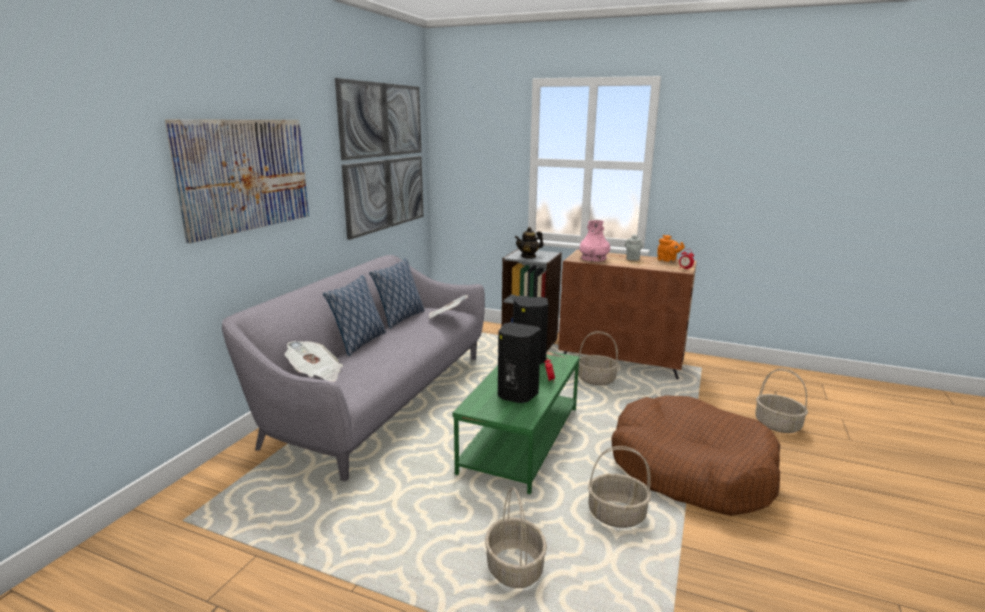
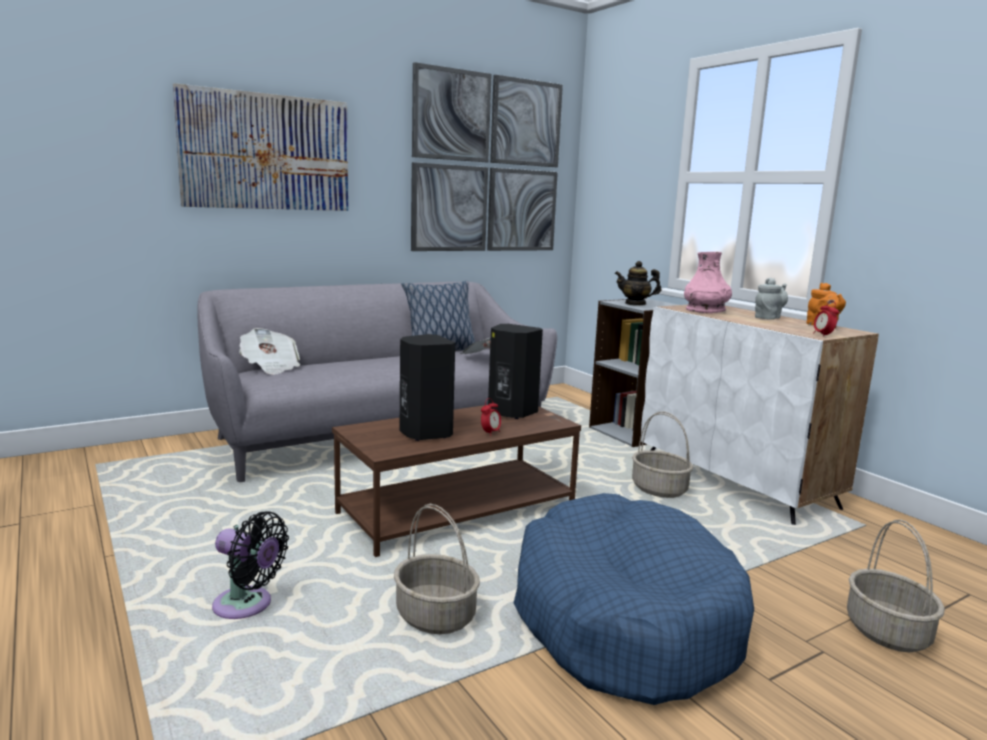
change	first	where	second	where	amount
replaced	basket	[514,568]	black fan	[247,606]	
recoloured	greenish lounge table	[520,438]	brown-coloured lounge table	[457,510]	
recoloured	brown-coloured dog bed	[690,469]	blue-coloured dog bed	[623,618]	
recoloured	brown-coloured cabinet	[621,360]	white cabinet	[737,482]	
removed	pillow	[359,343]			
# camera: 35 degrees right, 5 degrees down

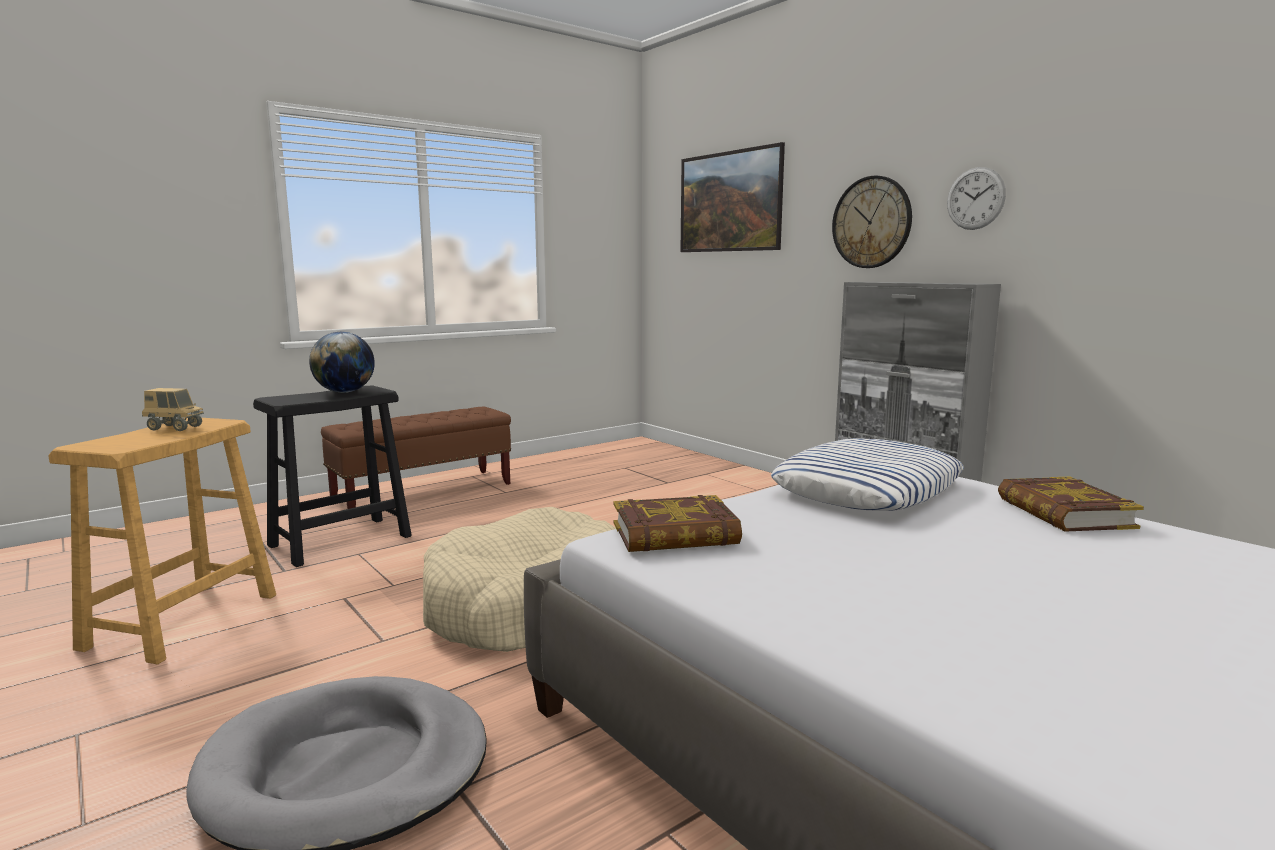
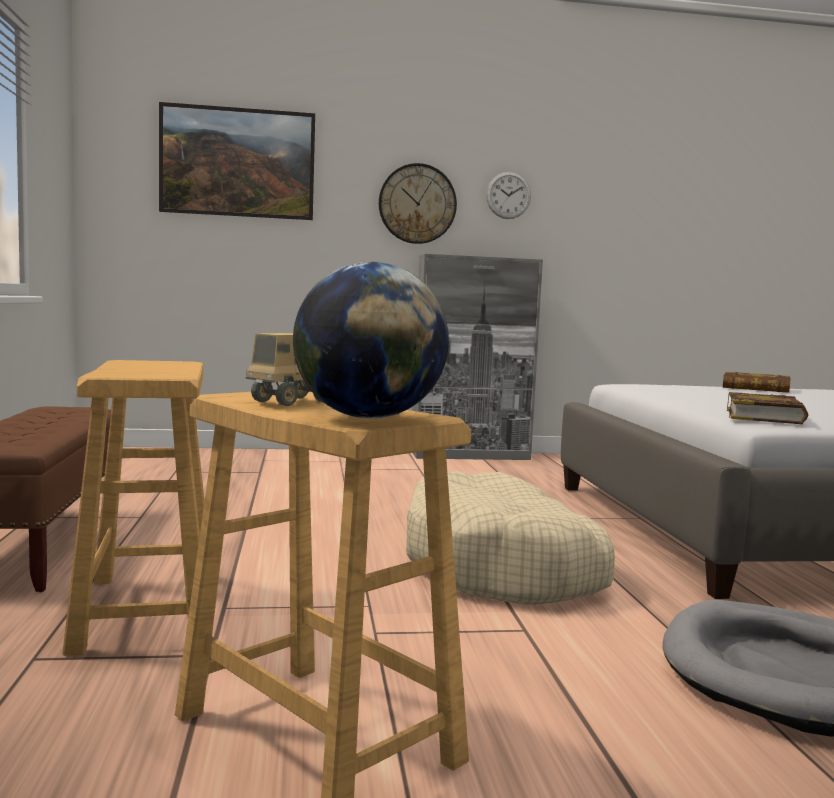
change	first	where	second	where	amount
recoloured	black stool seat	[341,541]	sand-coloured stool seat	[147,610]	
moved	world globe	[345,392]		[368,417]	
removed	pillow	[867,489]			
# camera: 60 degrees left, 5 degrees down

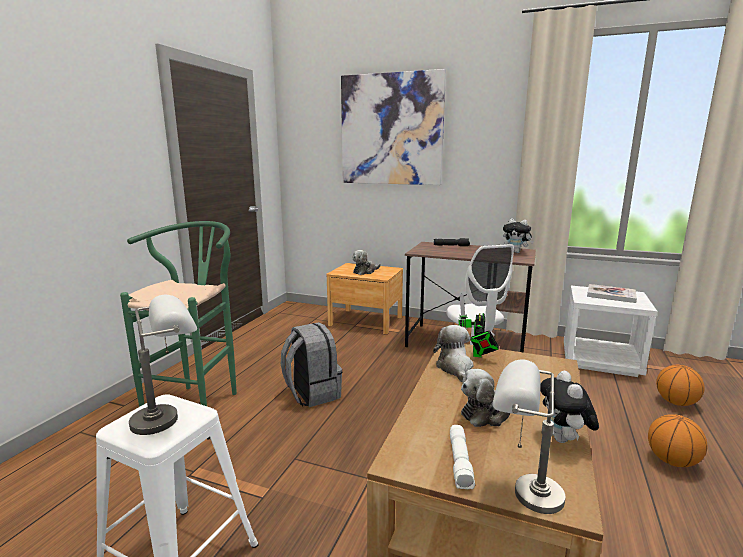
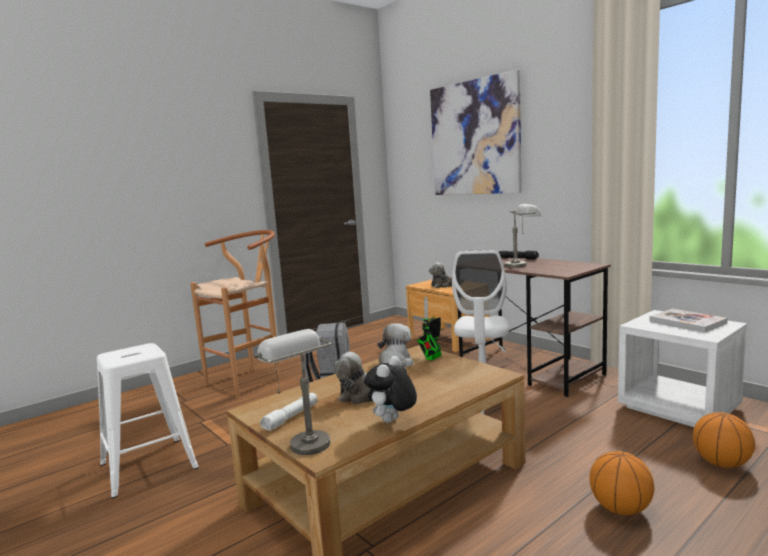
change	first	where	second	where	amount
recoloured	greenish stool seat	[199,402]	brown-coloured stool seat	[250,380]	
moved	gray table lamp	[171,416]		[523,265]	
removed	cuddly toy	[516,252]			
# camera: 30 degrees right, 5 degrees down

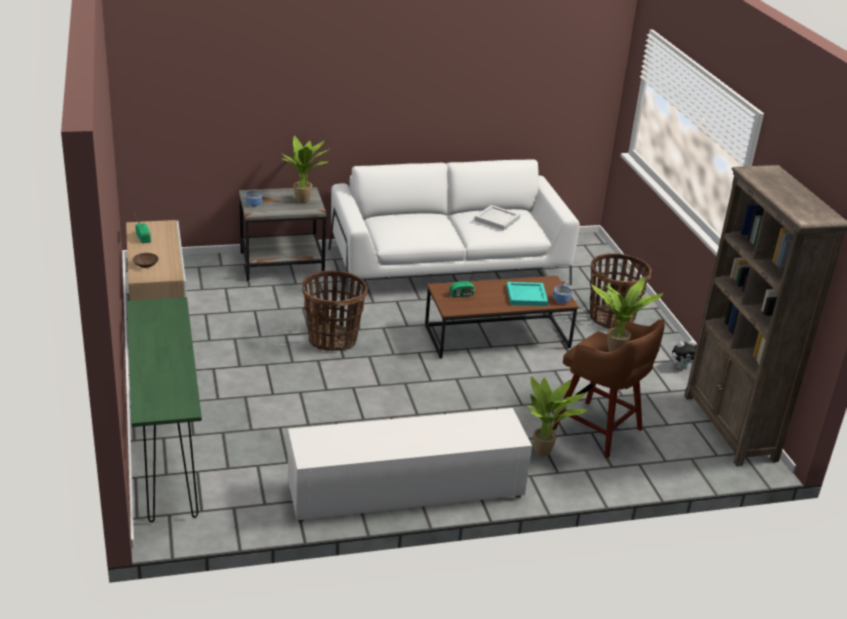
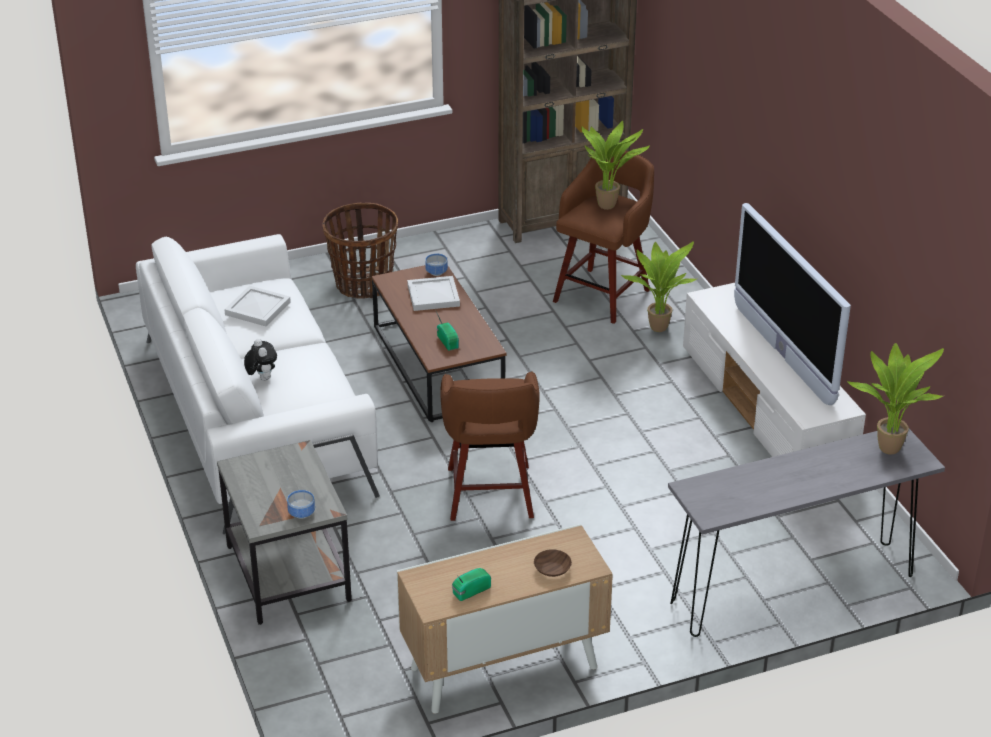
change	first	where	second	where	amount
moved	cuddly toy	[681,367]		[262,378]	
recoloured	turquoise-coloured tray	[527,296]	white tray	[434,295]	
replaced	basket	[333,339]	brown-coloured stool seat	[489,495]	
recoloured	greenish console table	[168,454]	gray console table	[792,589]	
added			TV	[782,354]	
moved	houseplant	[305,201]		[888,446]	
# camera: 95 degrees left, 5 degrees up

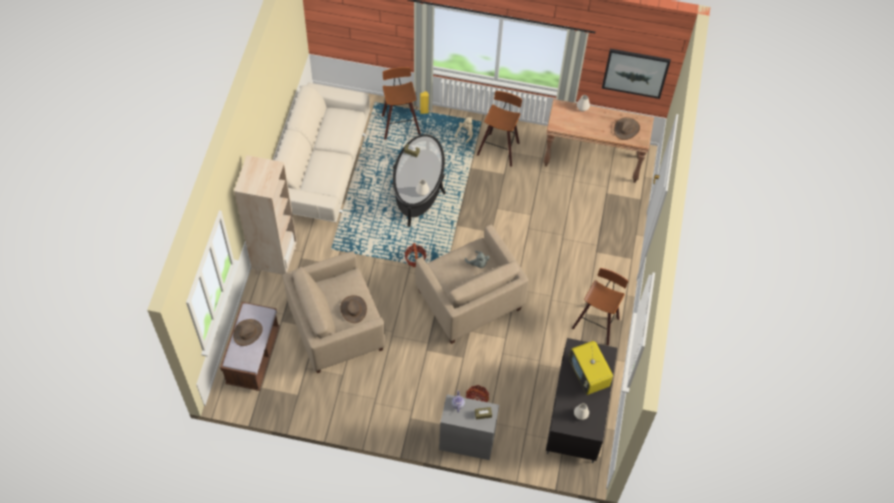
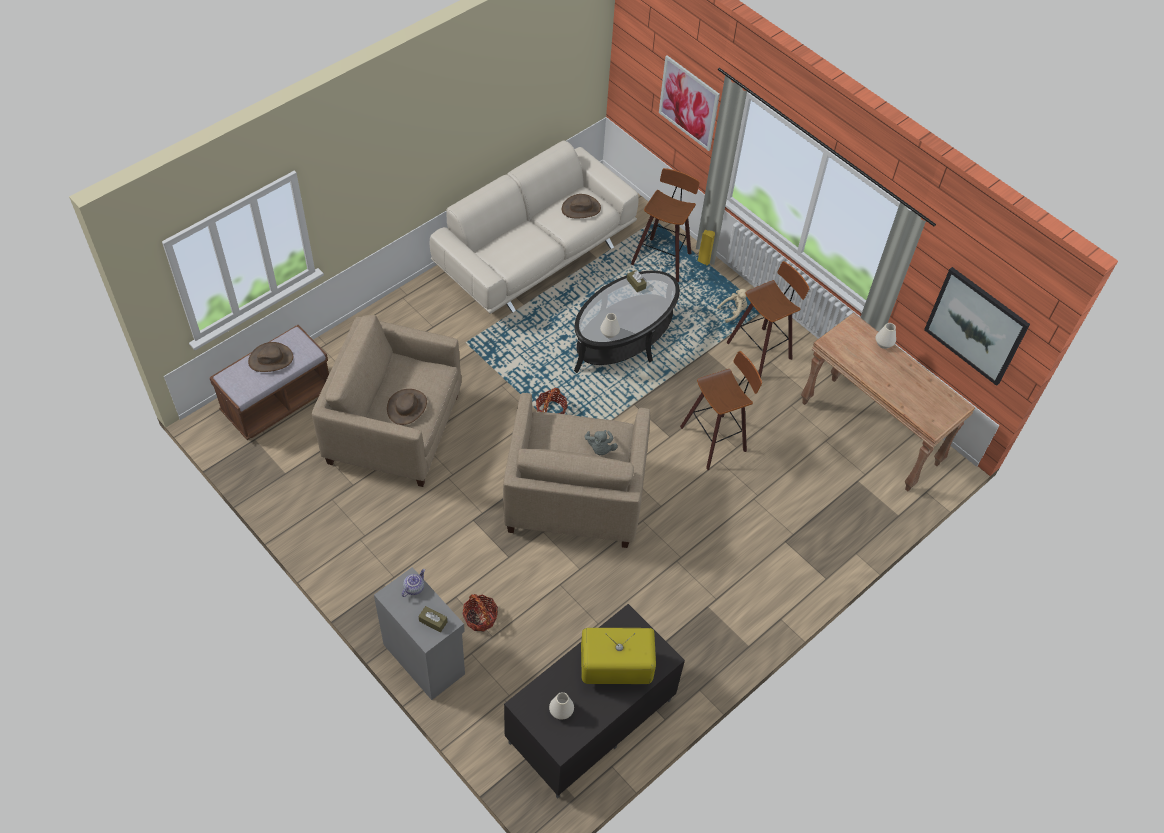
change	first	where	second	where	amount
moved	brown-coloured clothing hat	[626,129]		[581,208]	
turned	TV	[588,375]		[615,669]	75 degrees clockwise
added			wall art	[688,103]	
moved	stool seat	[597,322]		[715,439]	
removed	sand-coloured bookcase	[275,260]			
# camera: 35 degrees right, 5 degrees down

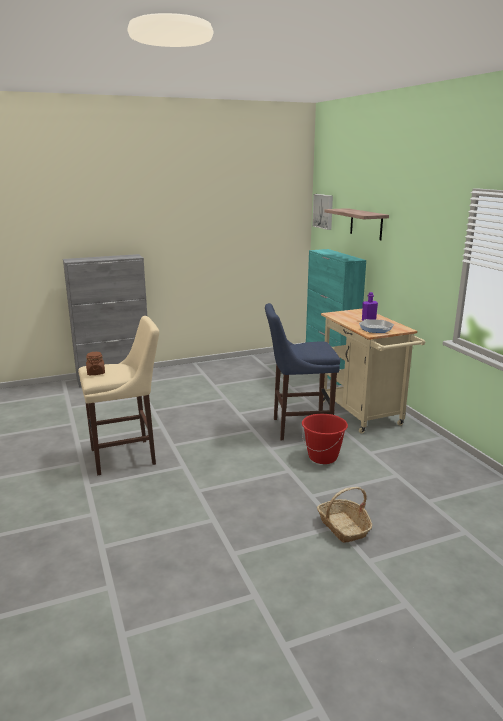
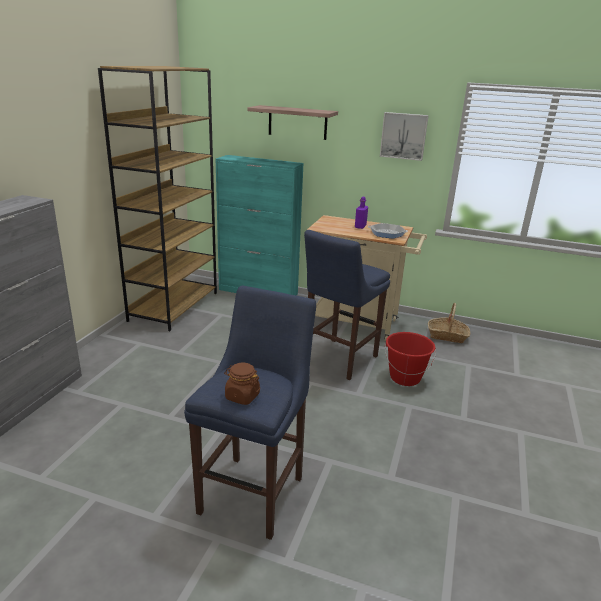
change	first	where	second	where	amount
added			brown-coloured bookcase	[174,306]	
recoloured	sand-coloured stool seat	[127,456]	blue-coloured stool seat	[254,491]	
moved	wall art	[324,211]		[403,136]	
moved	basket	[343,527]		[447,336]	
# camera: 50 degrees left, 5 degrees up

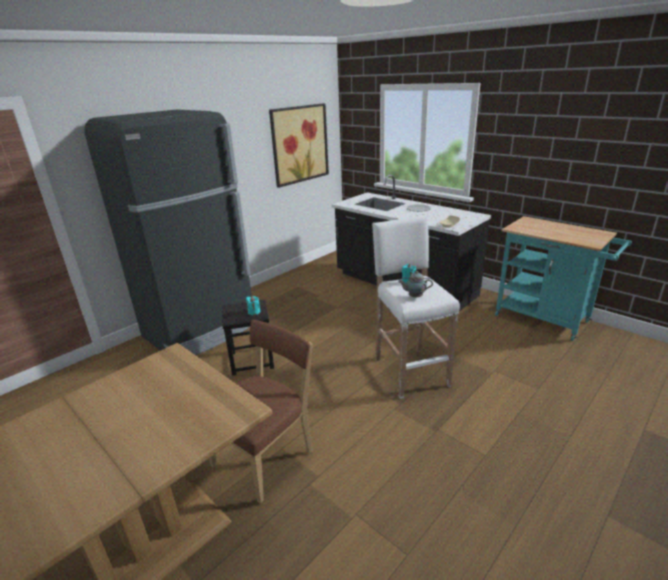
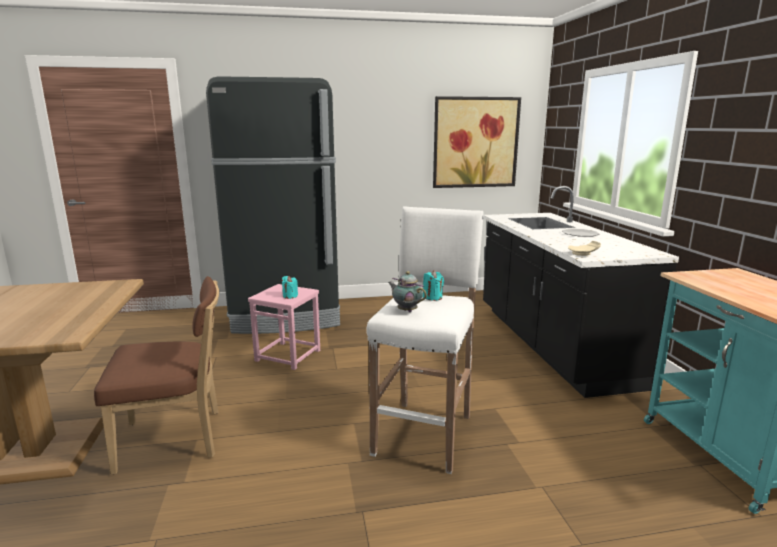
change	first	where	second	where	amount
recoloured	black stool seat	[252,360]	pinkish stool seat	[288,355]	
# camera: 35 degrees right, 10 degrees down

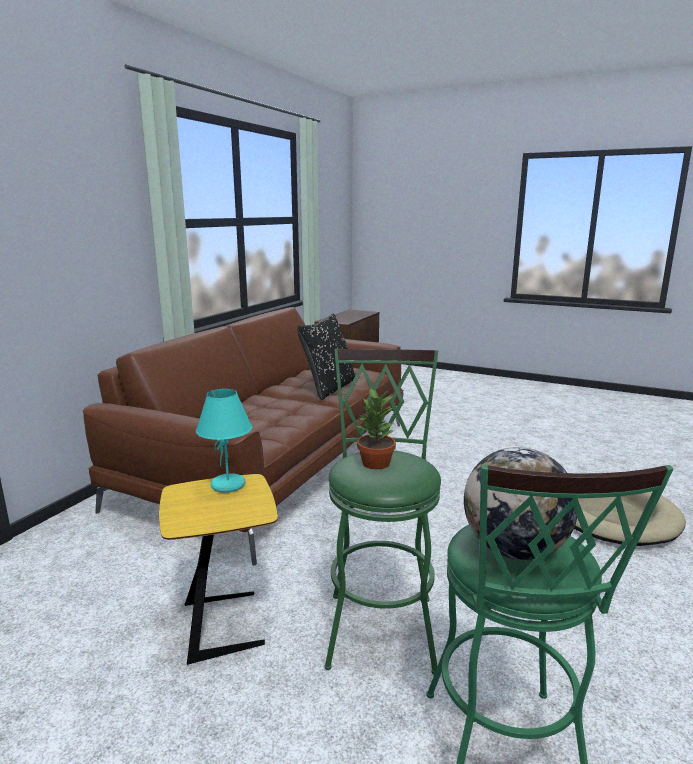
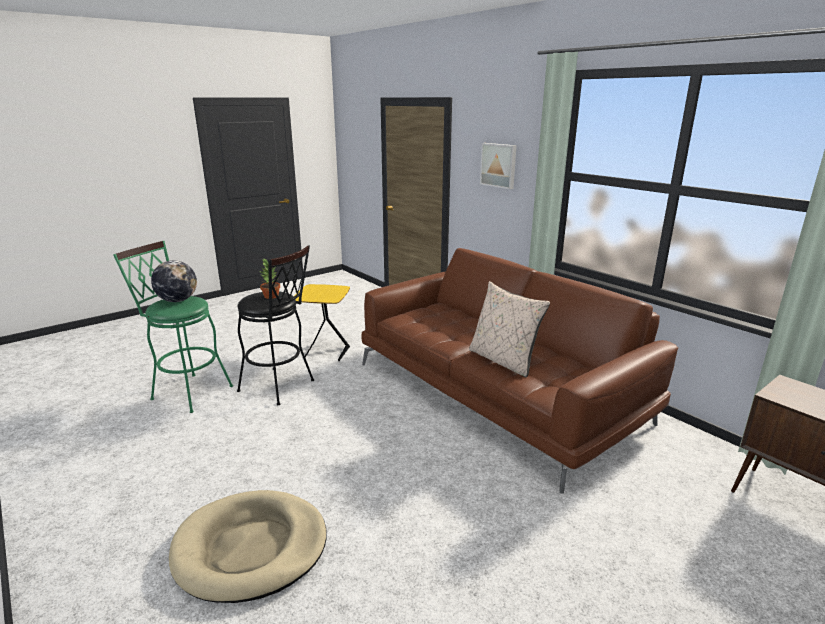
change	first	where	second	where	amount
recoloured	greenish stool seat	[381,622]	black stool seat	[281,387]	
recoloured	black pillow	[329,388]	sand-coloured pillow	[503,360]	
added			wall art	[499,165]	
removed	turquoise-coloured table lamp	[228,485]			
# camera: 115 degrees right, 5 degrees up

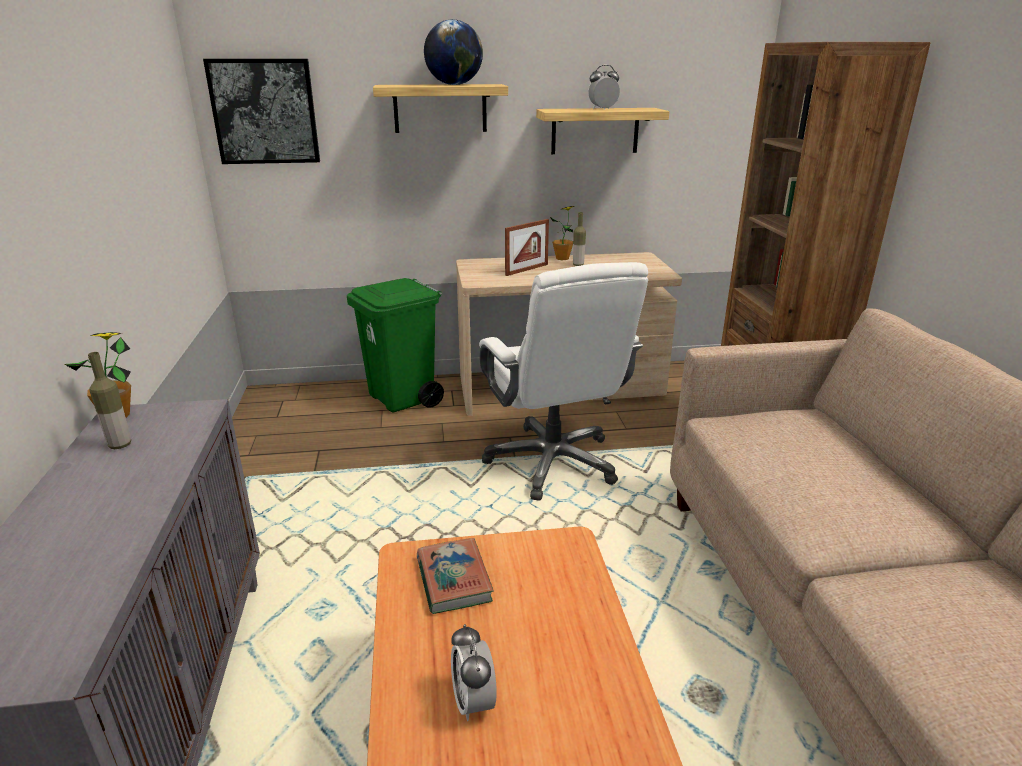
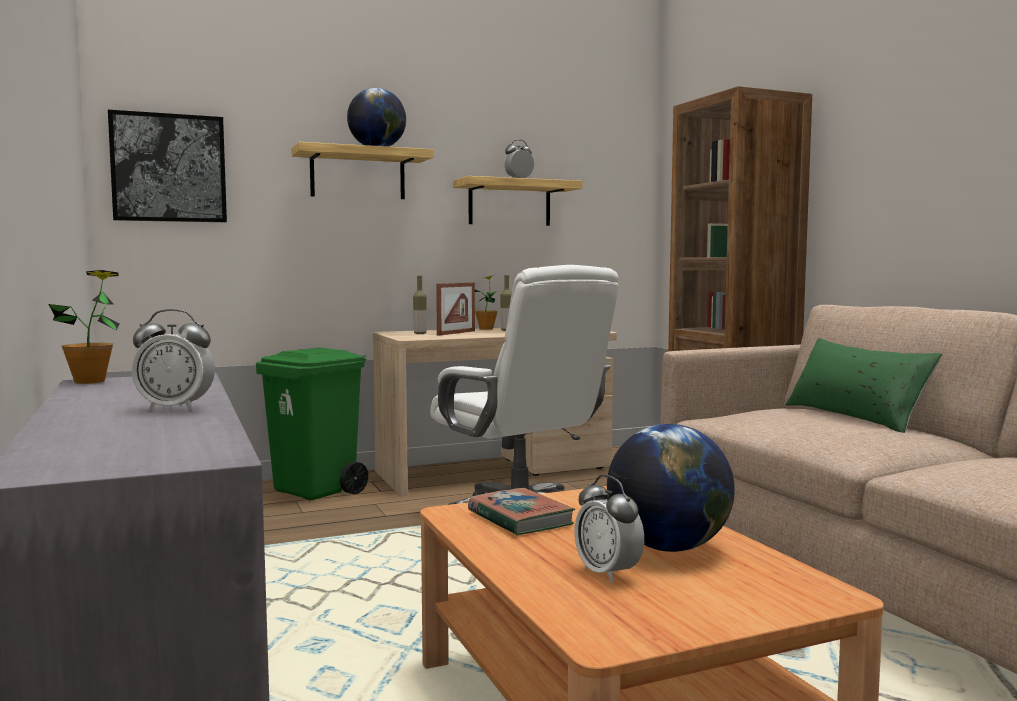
change	first	where	second	where	amount
added			bedside clock	[175,409]	
moved	bottle	[120,445]		[420,334]	
added			world globe	[668,548]	
added			greenish pillow	[855,417]	
# camera: 15 degrees left, 20 degrees down

